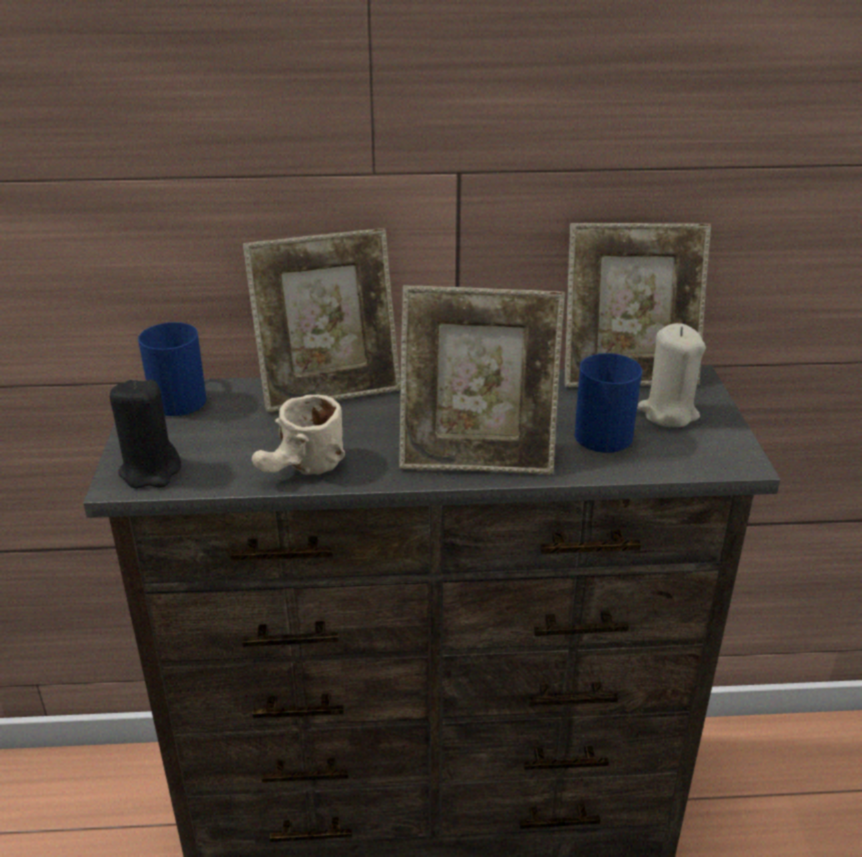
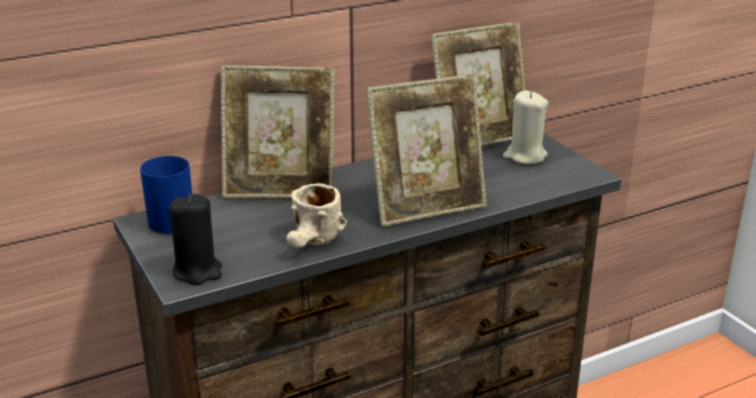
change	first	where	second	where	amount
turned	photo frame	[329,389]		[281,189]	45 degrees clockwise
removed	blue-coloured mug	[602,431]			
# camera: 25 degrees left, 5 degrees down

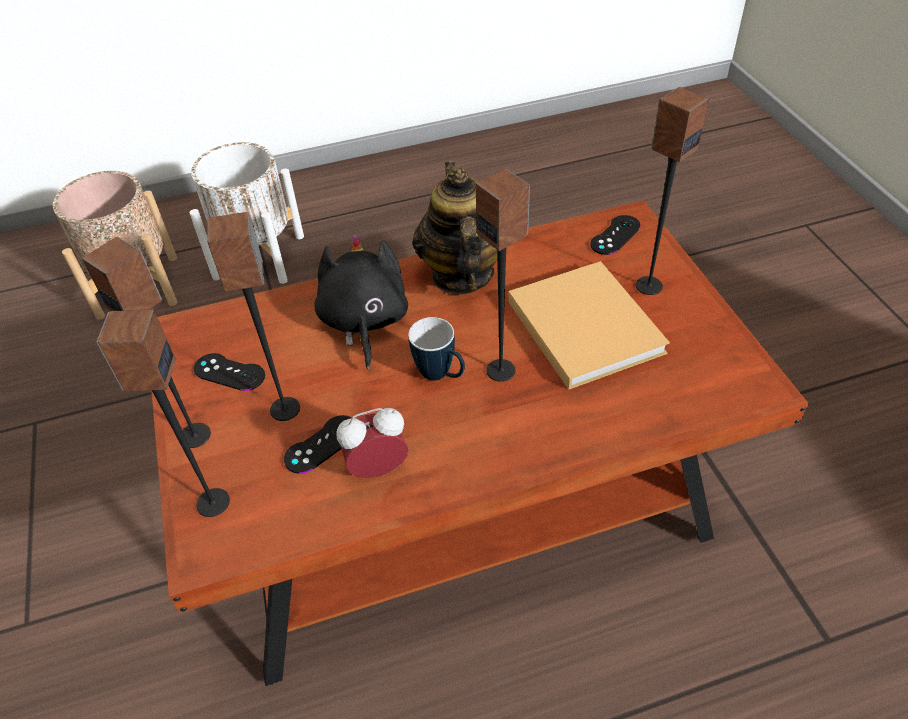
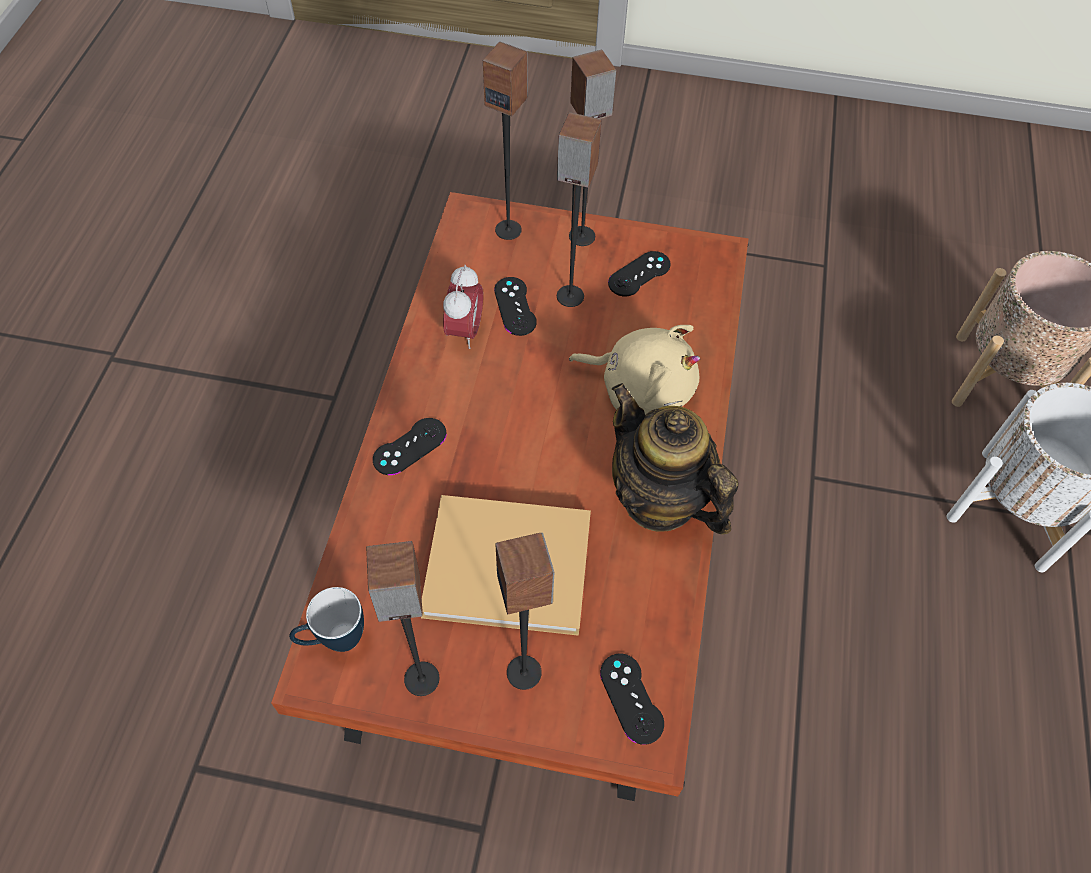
change	first	where	second	where	amount
moved	mug	[441,375]		[334,641]	
moved	loudspeaker	[501,370]		[421,679]	
added			black game controller	[410,446]	
recoloured	black cuddly toy	[364,322]	sand-coloured cuddly toy	[641,387]	
turned	tea pot	[461,275]		[659,499]	150 degrees counterclockwise
# camera: 115 degrees right, 10 degrees up

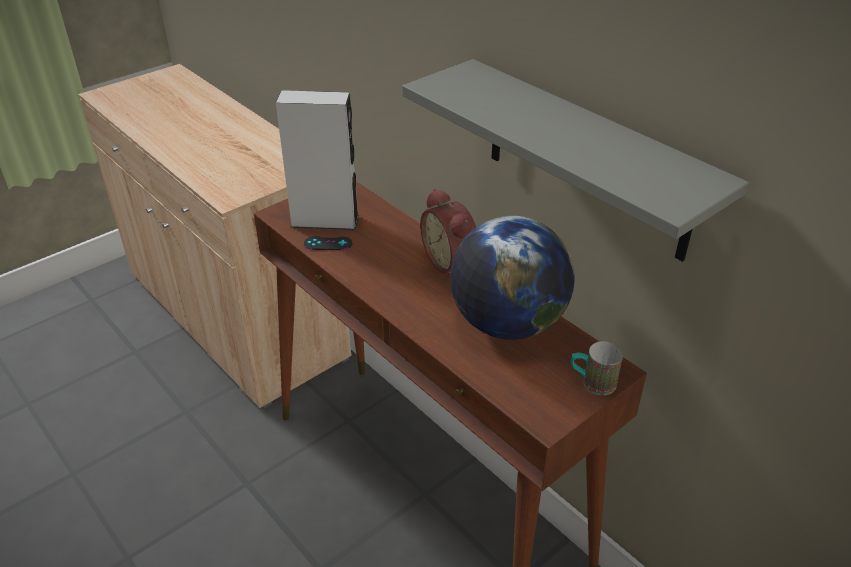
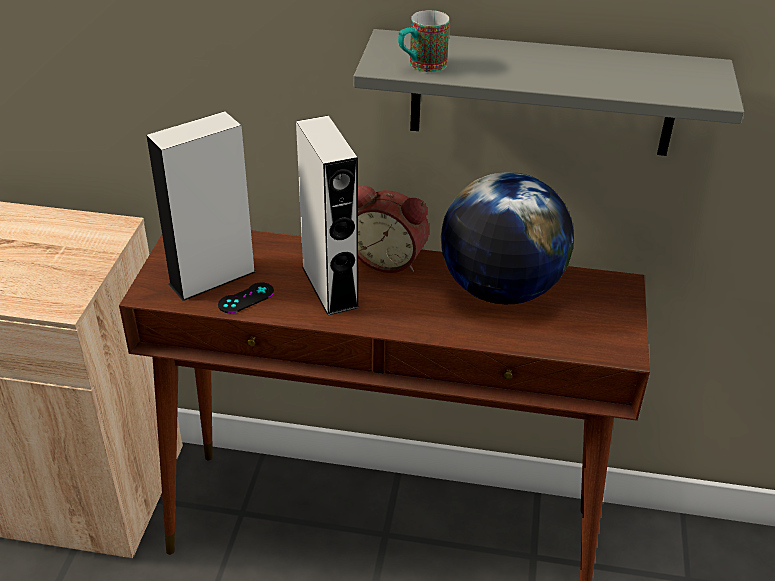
change	first	where	second	where	amount
added			gray loudspeaker	[330,287]	
moved	mug	[591,383]		[421,66]	
# camera: 40 degrees left, 0 degrees up

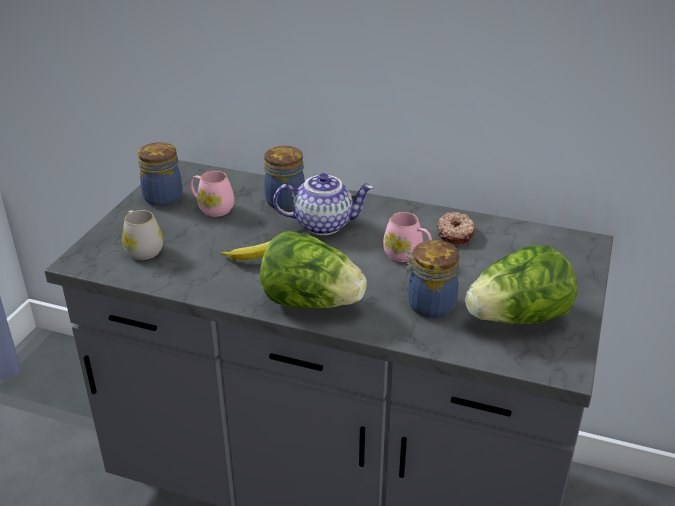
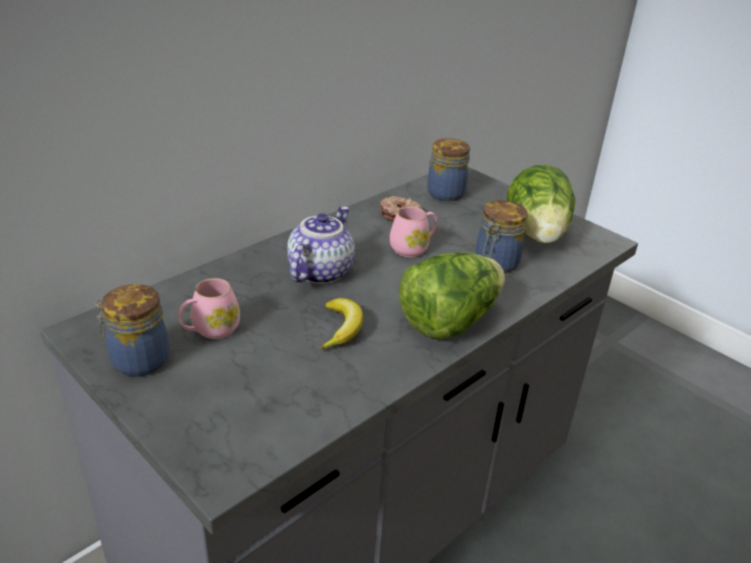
change	first	where	second	where	amount
moved	preserve jar	[286,200]		[444,193]	
removed	white mug	[142,249]			
# camera: 65 degrees left, 0 degrees up

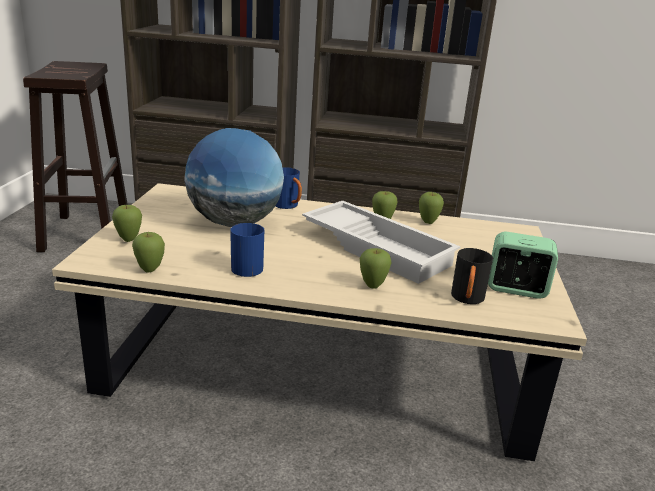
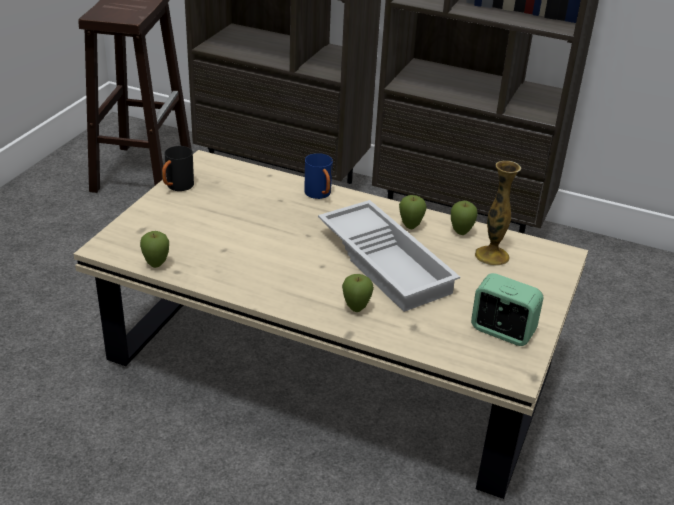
change	first	where	second	where	amount
moved	black mug	[467,300]		[177,187]	
added			decorative vase	[492,256]	
removed	whole apple	[129,240]			
removed	world globe	[234,223]			
removed	blue-coloured mug	[244,267]			
# camera: 15 degrees right, 10 degrees up

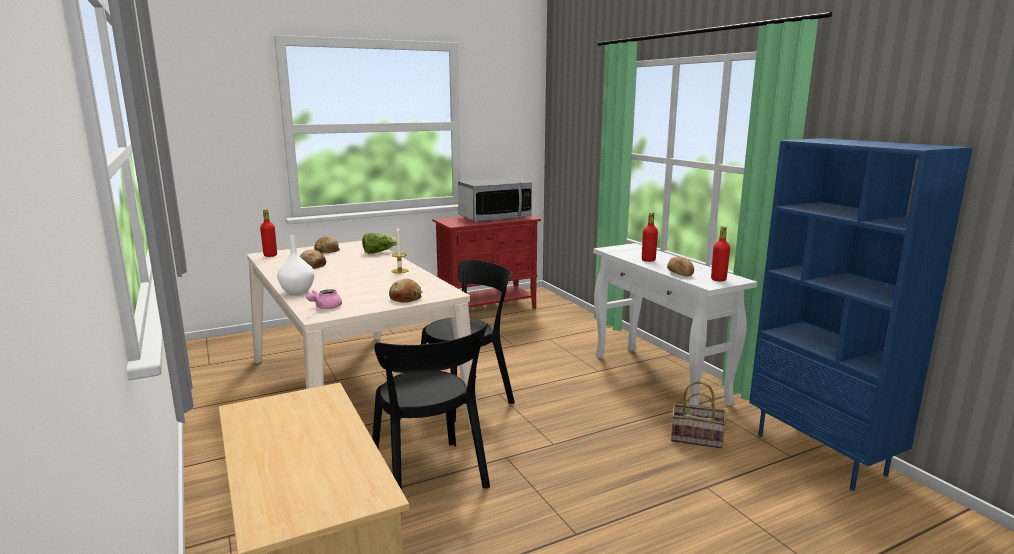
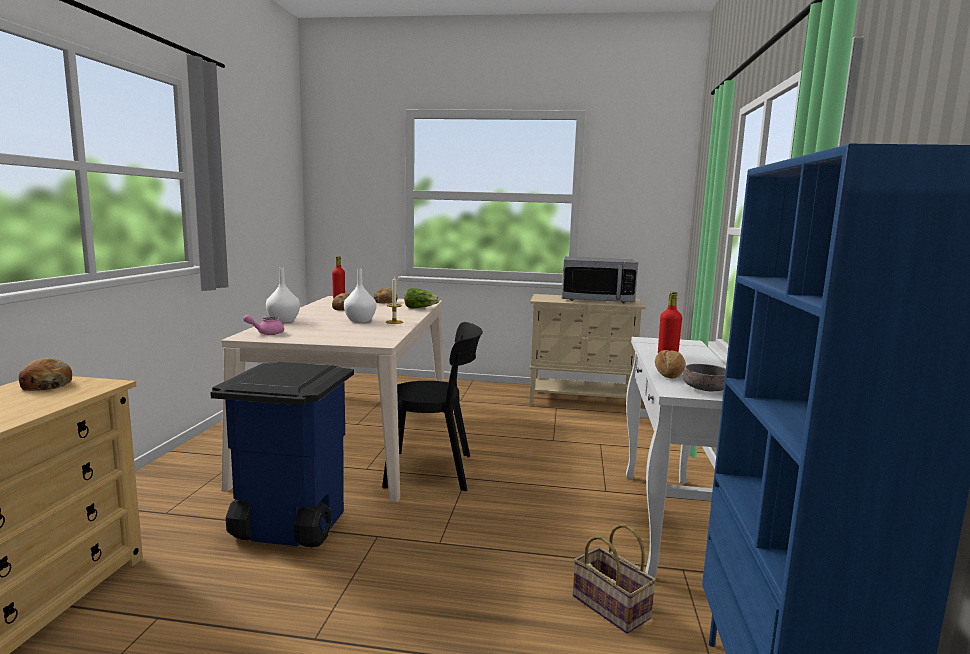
change	first	where	second	where	amount
moved	bakery bread	[406,298]		[46,385]	
replaced	black upright chair	[430,479]	blue-coloured trash can	[288,527]	
added			white decorative vase	[359,321]	
recoloured	reddish cabinet	[488,308]	sand-coloured cabinet	[581,401]	
replaced	reddish bottle	[718,279]	gray deep dish	[706,389]	
# camera: 35 degrees right, 5 degrees down

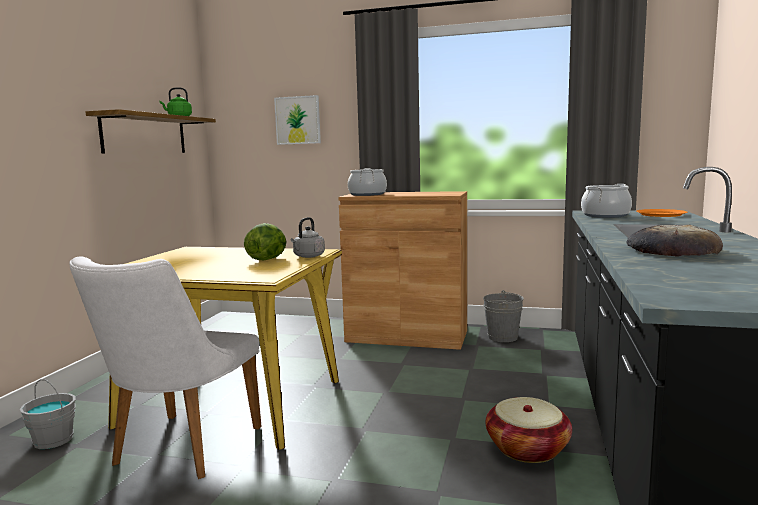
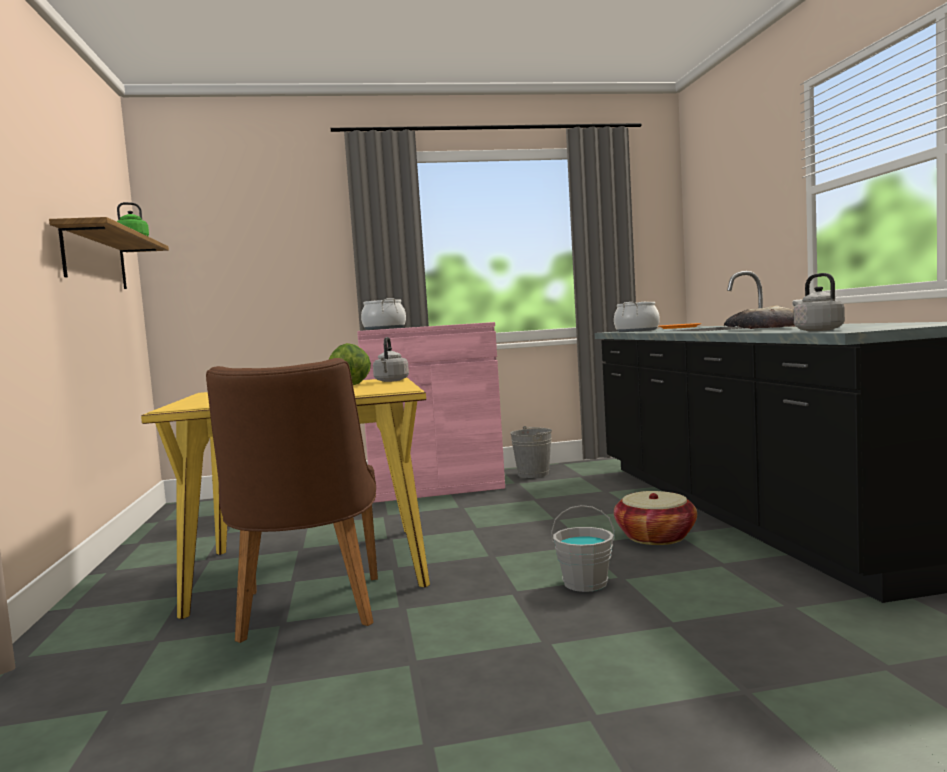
change	first	where	second	where	amount
recoloured	white upright chair	[178,451]	brown-coloured upright chair	[308,614]	
recoloured	brown-coloured cabinet	[407,336]	pinkish cabinet	[435,488]	
moved	gray bucket	[54,440]		[585,583]	
added			gray water kettle	[816,330]	
removed	wall art	[298,120]			
# camera: 25 degrees left, 5 degrees down

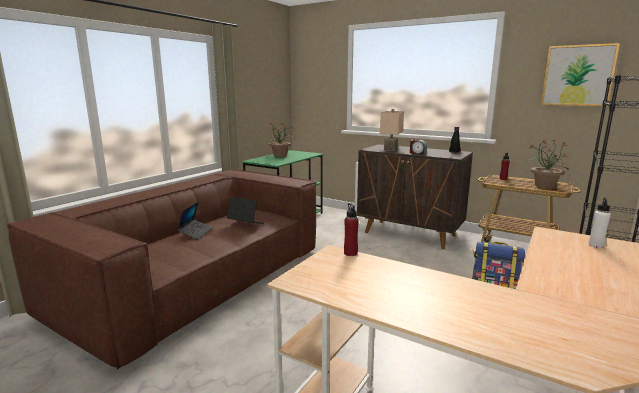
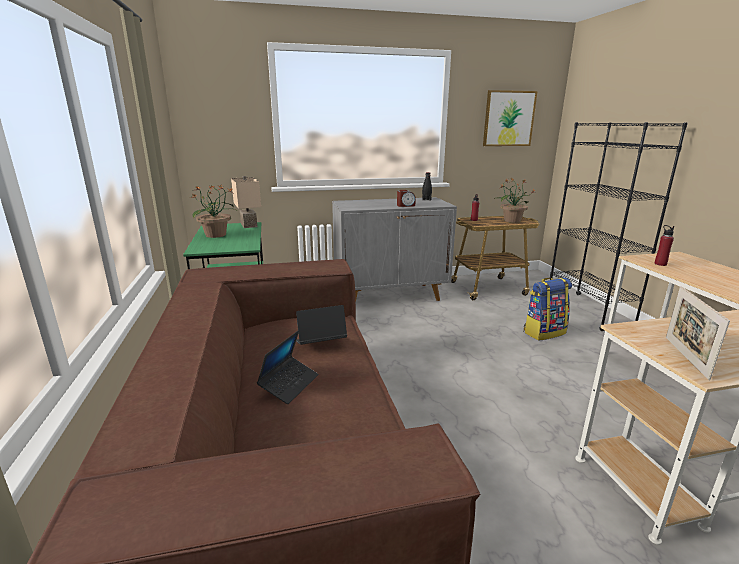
change	first	where	second	where	amount
moved	sand-coloured table lamp	[389,149]		[247,225]	
turned	portable computer	[195,233]		[289,384]	60 degrees clockwise
recoloured	brown-coloured cabinet	[410,234]	gray cabinet	[391,295]	
moved	reddish bottle	[350,253]		[660,264]	
added			photo frame	[686,357]	
removed	white bottle	[596,245]			
# camera: 45 degrees left, 5 degrees up

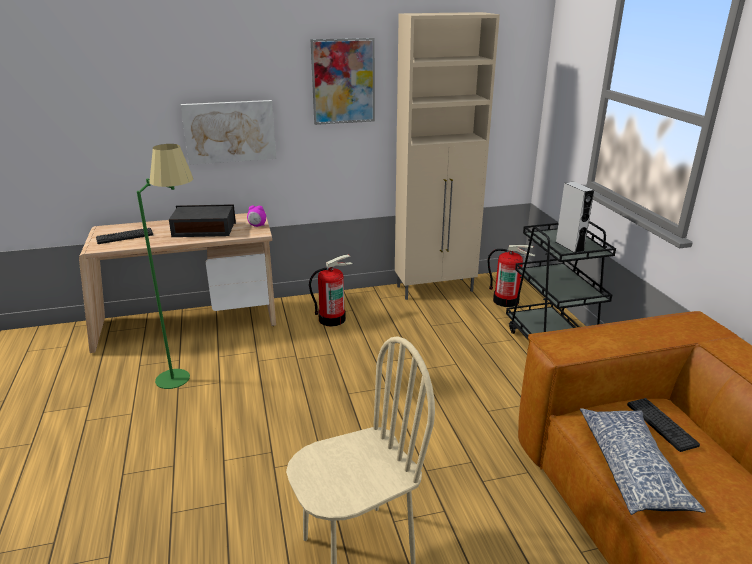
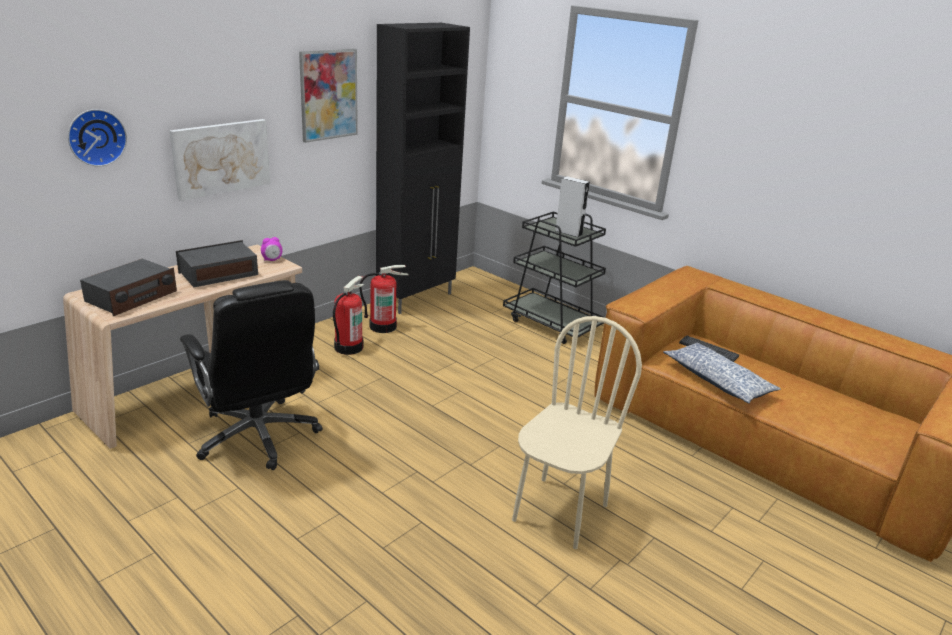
change	first	where	second	where	amount
added			wall clock	[96,137]	
replaced	keyboard	[125,236]	radio receiver	[131,297]	
replaced	greenish floor lamp	[188,376]	black computer chair	[259,436]	
moved	extinguisher	[506,300]		[383,326]	
recoloured	sand-coloured cabinet	[436,289]	black cabinet	[417,298]	
# camera: 35 degrees left, 0 degrees up

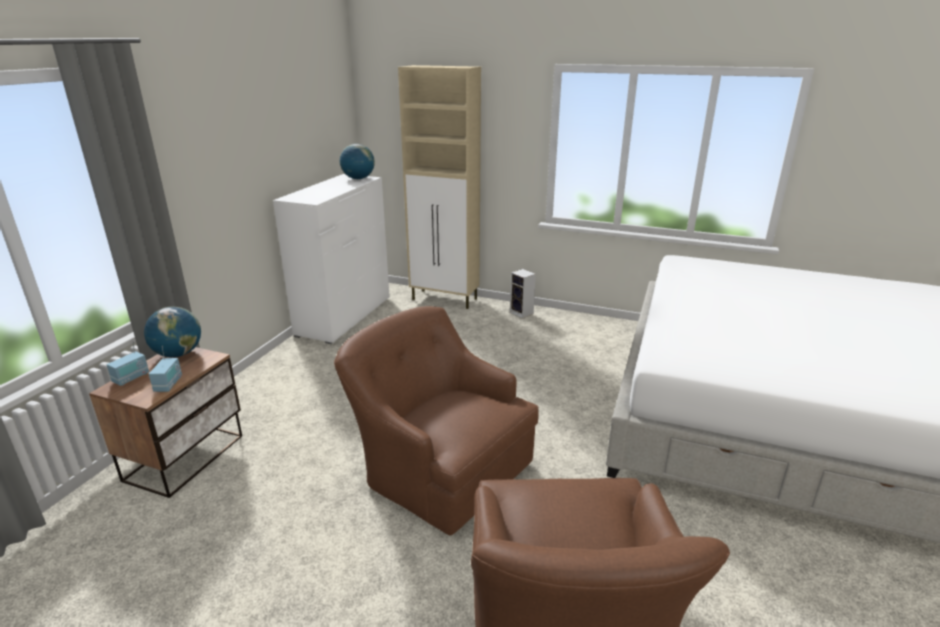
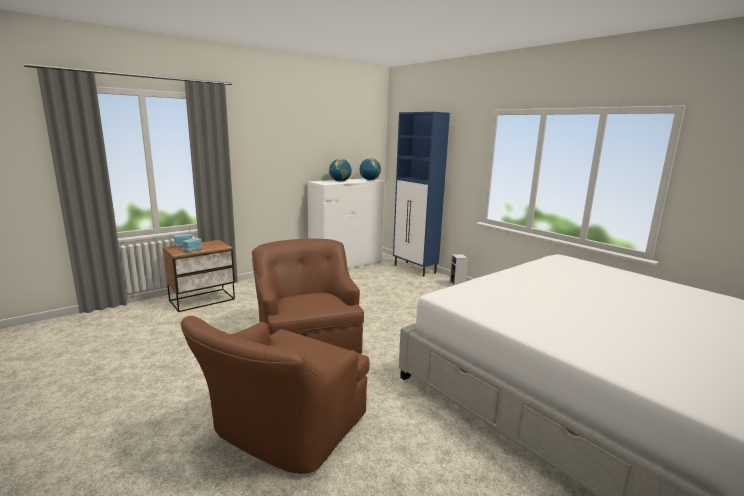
change	first	where	second	where	amount
moved	world globe	[178,354]		[340,181]	
recoloured	sand-coloured cabinet	[445,299]	blue-coloured cabinet	[415,269]	
# camera: 30 degrees right, 10 degrees down

